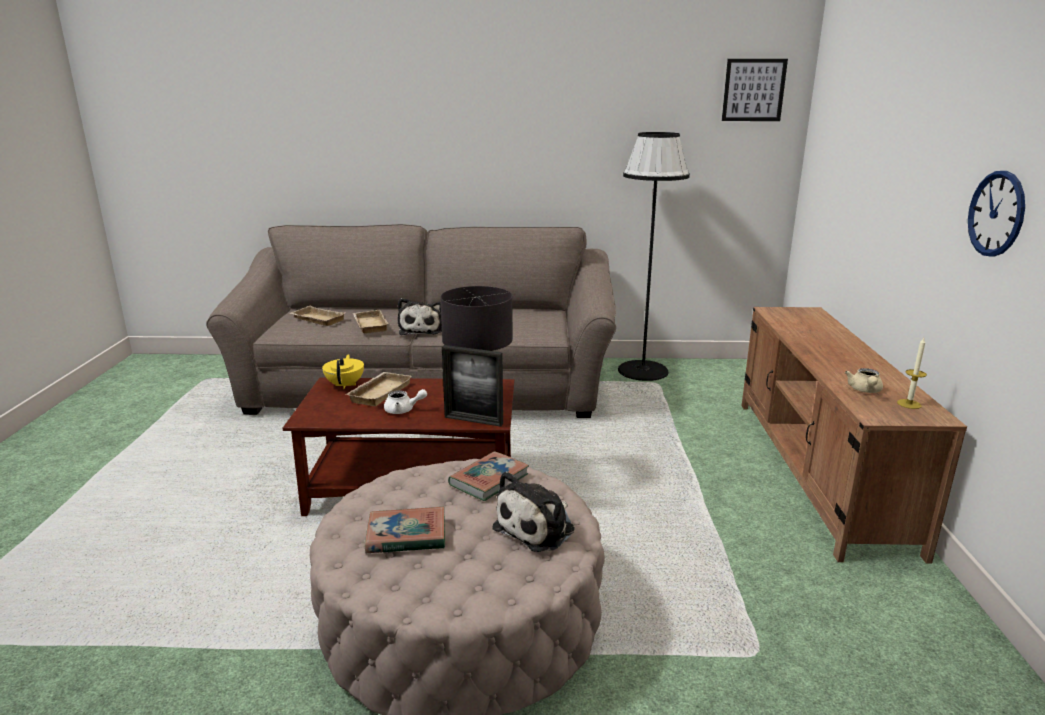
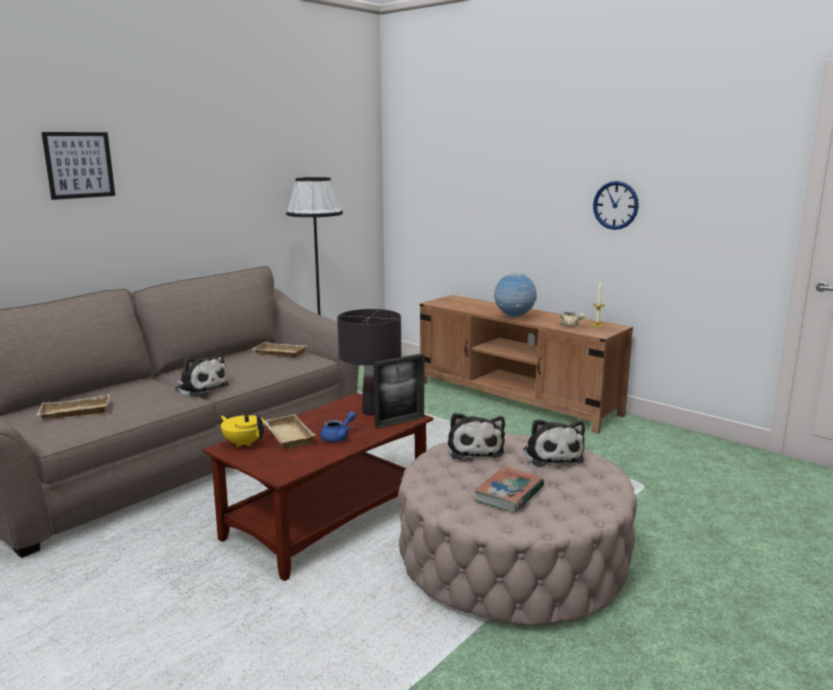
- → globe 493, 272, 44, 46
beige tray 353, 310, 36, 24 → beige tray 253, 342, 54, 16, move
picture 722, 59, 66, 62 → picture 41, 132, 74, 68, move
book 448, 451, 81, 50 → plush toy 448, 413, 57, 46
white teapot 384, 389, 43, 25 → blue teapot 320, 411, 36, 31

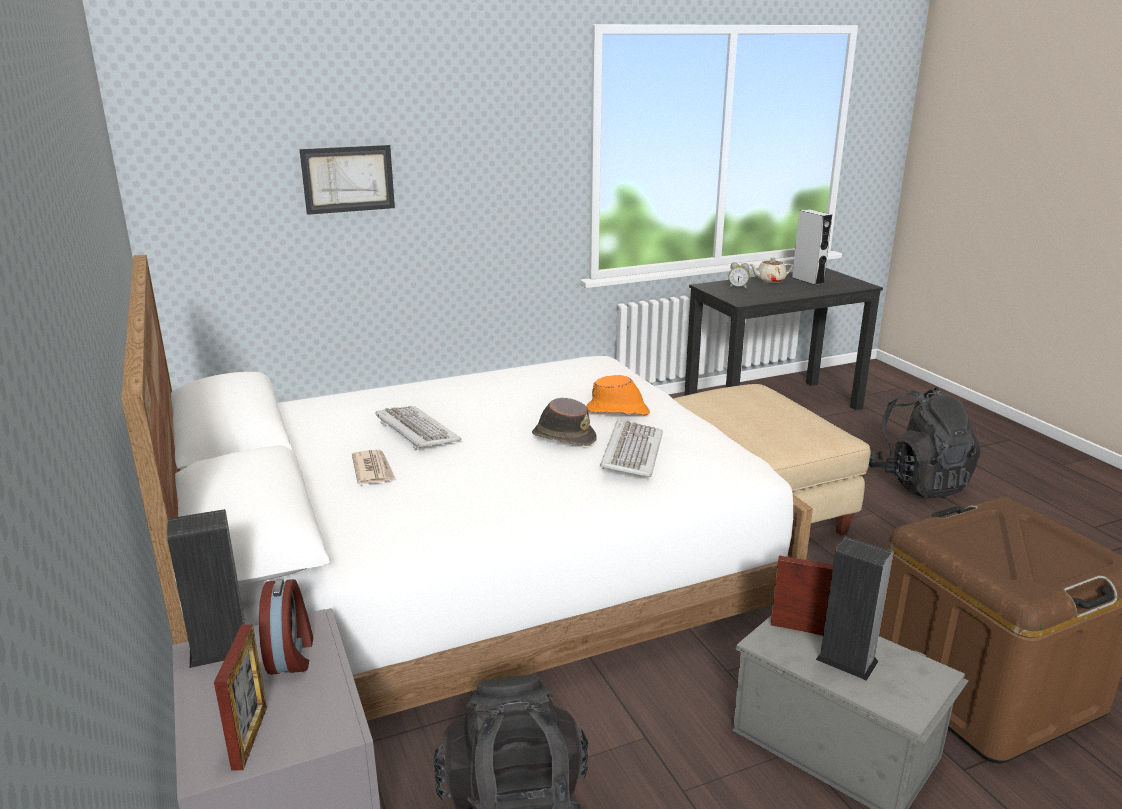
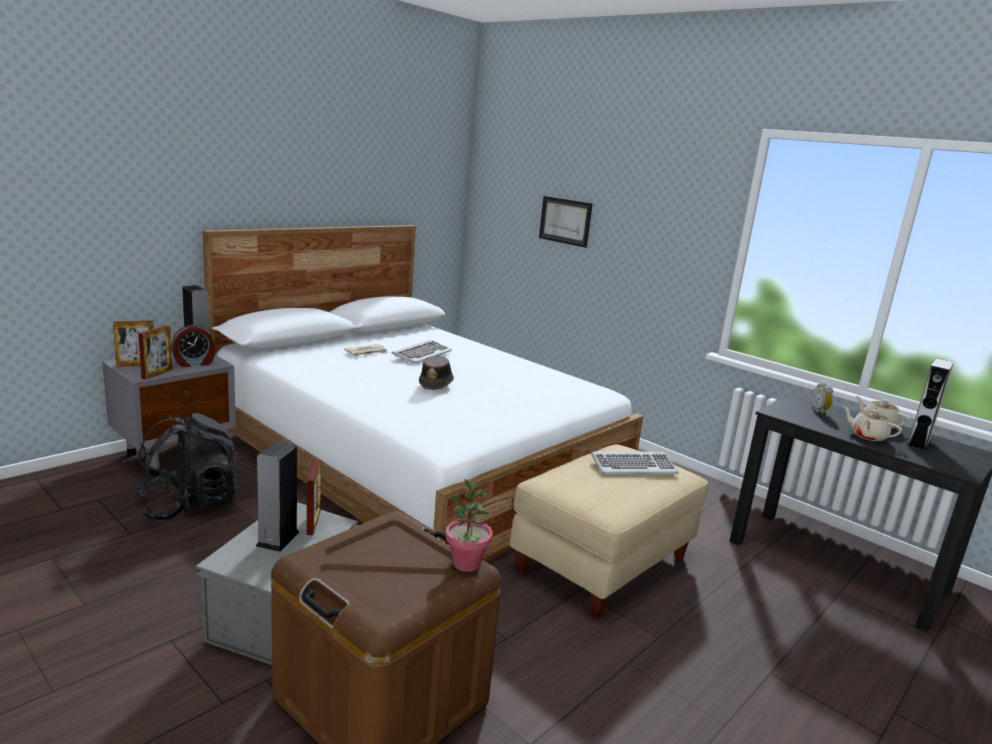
orange hat 586, 375, 64, 40 → -
black backpack 869, 387, 112, 111 → -
- → picture frame 138, 326, 35, 54
- → potted plant 446, 479, 47, 93
- → beige teapot 842, 406, 60, 35
keyboard 600, 420, 63, 57 → keyboard 591, 452, 87, 22, move

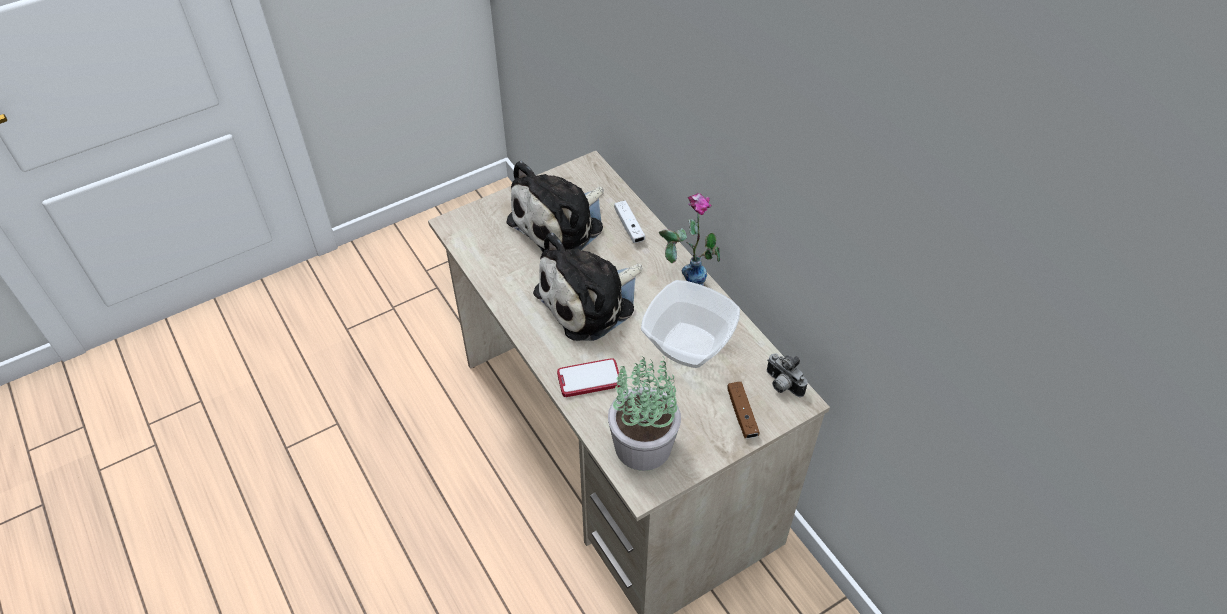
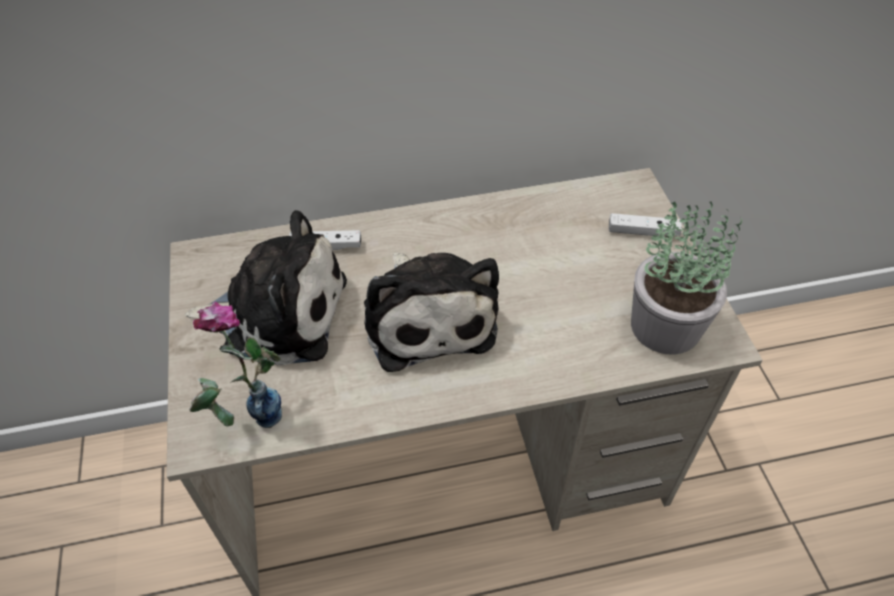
phone 557, 358, 63, 39 → -
bowl 641, 280, 99, 88 → -
photo camera 767, 353, 41, 44 → -
vase 659, 193, 61, 93 → vase 189, 301, 93, 127, move
brown game controller 727, 382, 32, 57 → white game controller 609, 213, 73, 23
plush toy 506, 161, 98, 91 → plush toy 185, 210, 162, 156, 60 degrees counterclockwise

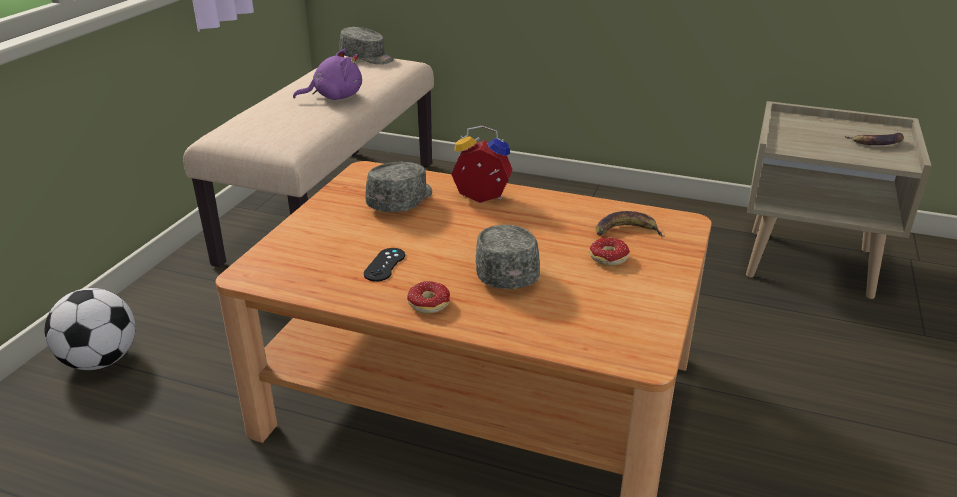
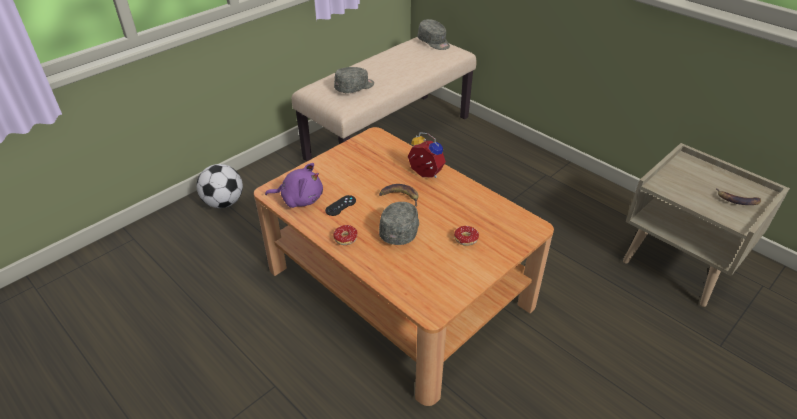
purple plush toy 293, 49, 69, 51 → purple plush toy 265, 163, 58, 45, move
grey cap 366, 162, 66, 50 → grey cap 334, 67, 40, 26, move
banana 596, 211, 69, 26 → banana 379, 184, 40, 22, move

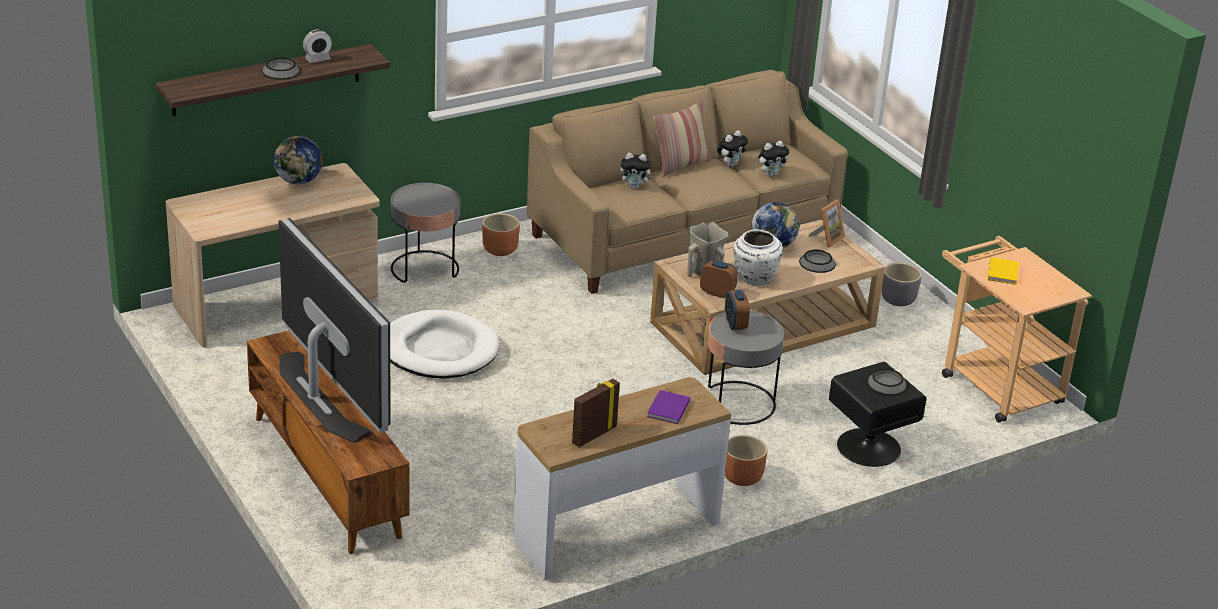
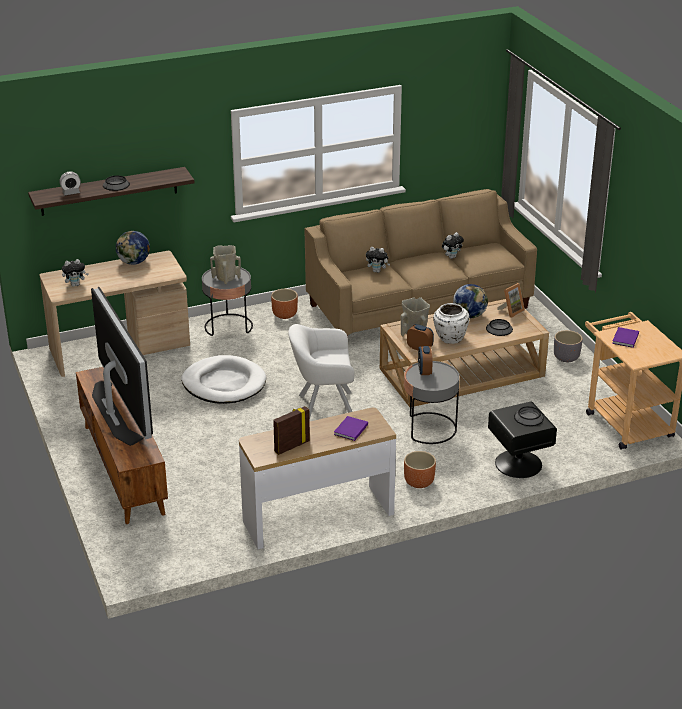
pillow 653, 101, 58, 76 → -
- → beige vase 210, 245, 31, 39
- → white armchair 288, 324, 66, 95
alarm clock 303, 29, 29, 34 → alarm clock 60, 172, 21, 23, move
plush toy 758, 141, 31, 36 → plush toy 62, 259, 27, 28, move
yellow book 987, 257, 32, 28 → purple book 612, 327, 27, 21

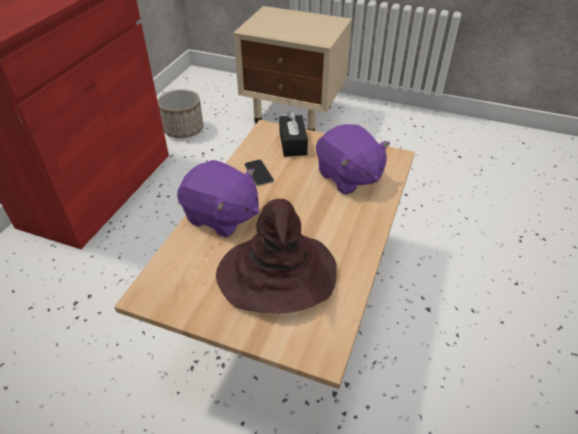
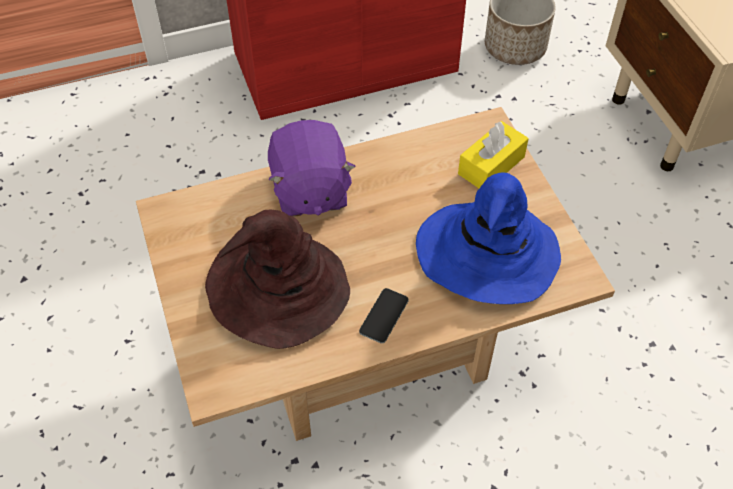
phone 245, 160, 29, 26 → phone 359, 288, 50, 55, move
purple plush toy 316, 124, 74, 71 → blue hat 416, 172, 145, 132
black tissue box 279, 110, 29, 47 → yellow tissue box 458, 121, 71, 67

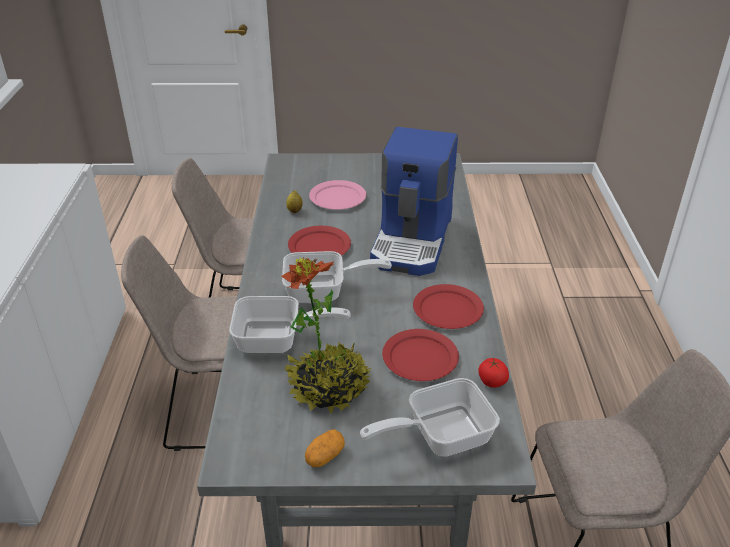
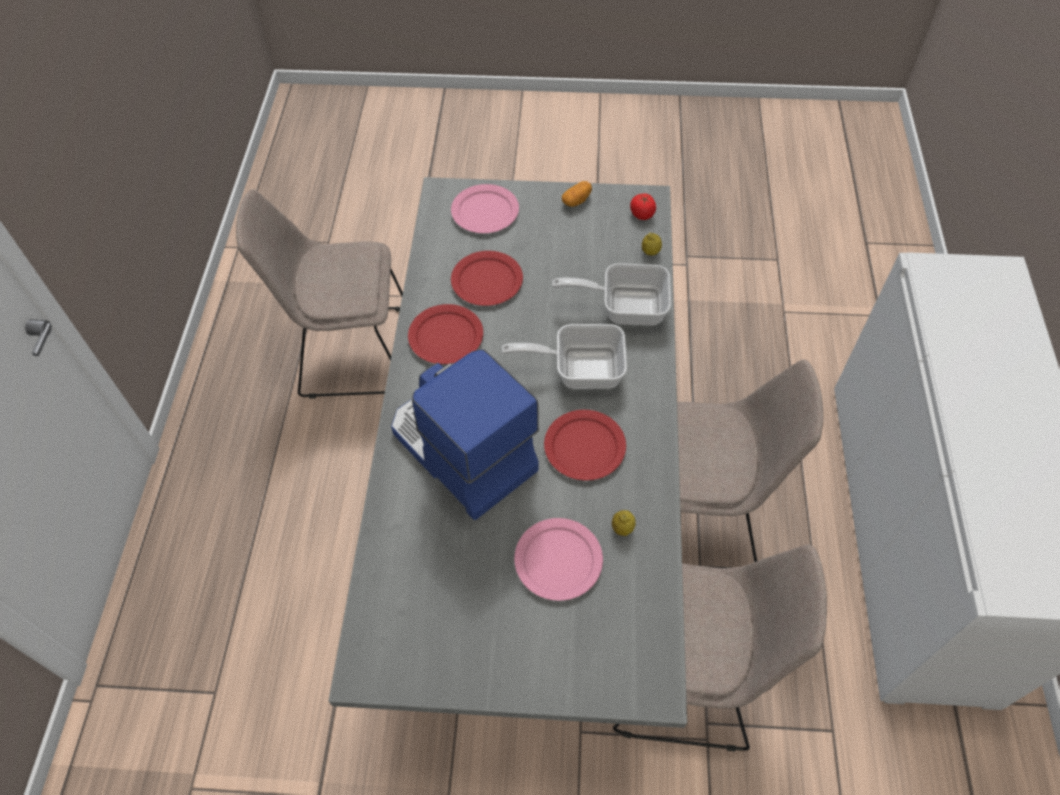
potted plant 281, 258, 92, 155 → -
- → lemon 642, 233, 20, 23
tomato 478, 357, 31, 31 → tomato 630, 193, 26, 27, move
frying pan 360, 378, 140, 79 → pink plate 451, 184, 68, 49
coffee machine 370, 127, 88, 149 → coffee machine 391, 349, 148, 171, 60 degrees counterclockwise

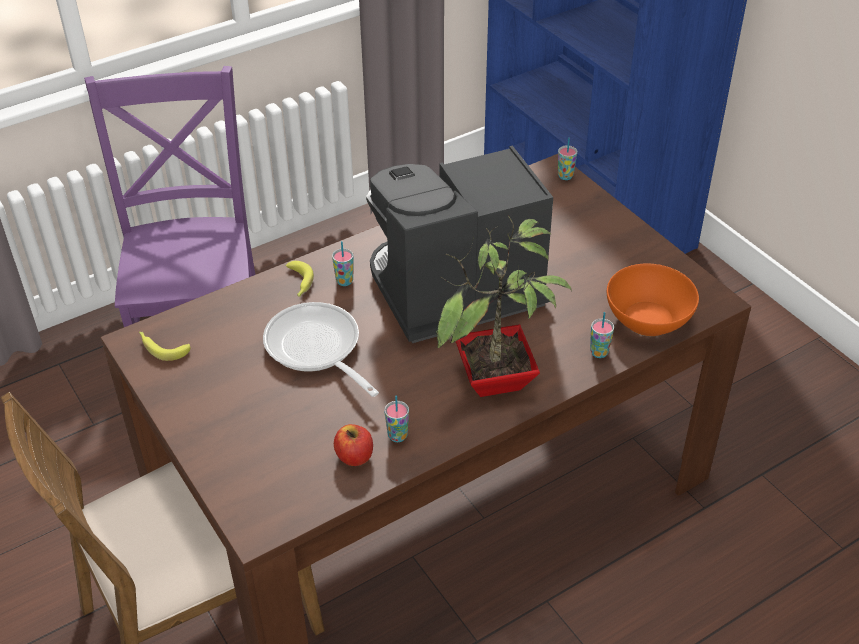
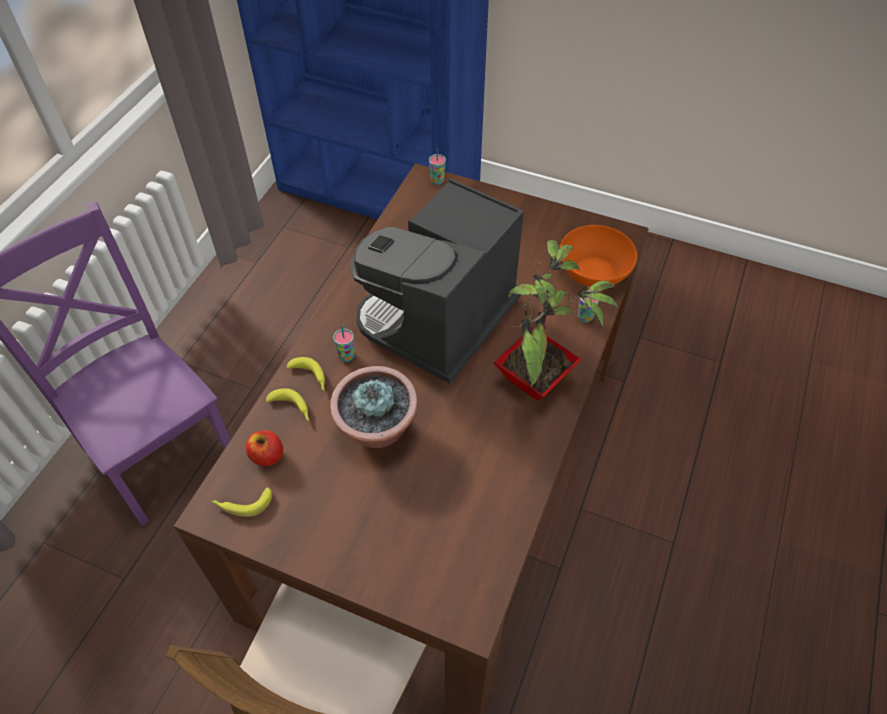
cup 384, 395, 25, 47 → -
- → banana 266, 388, 44, 33
apple 334, 424, 39, 42 → apple 246, 430, 37, 36, move
frying pan 263, 302, 116, 95 → potted plant 331, 366, 87, 82

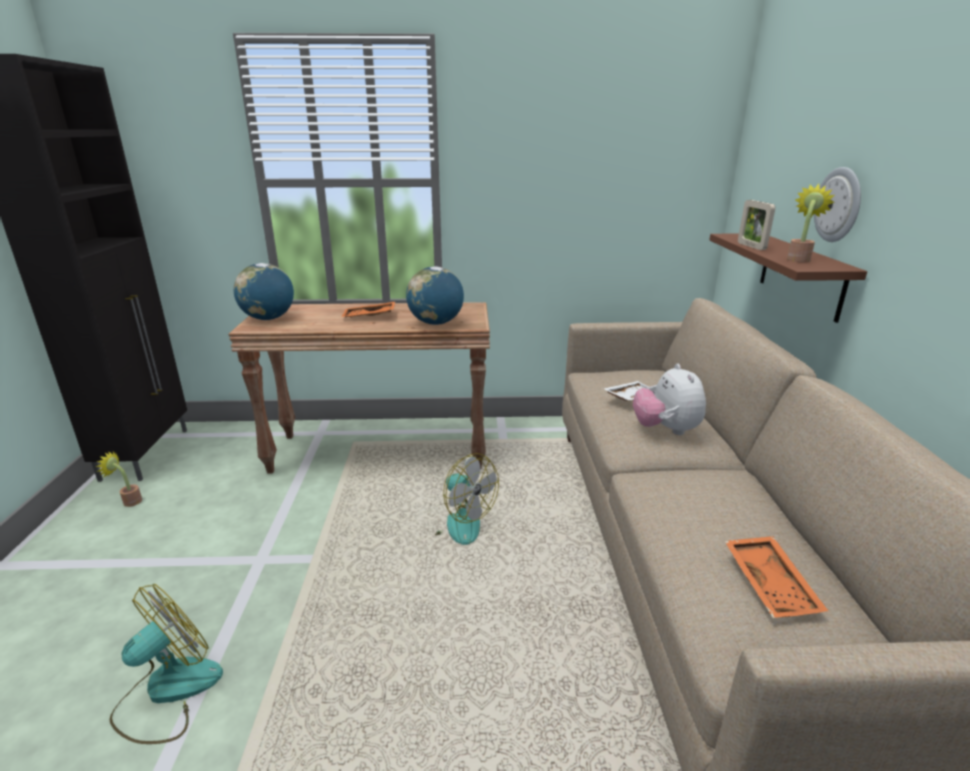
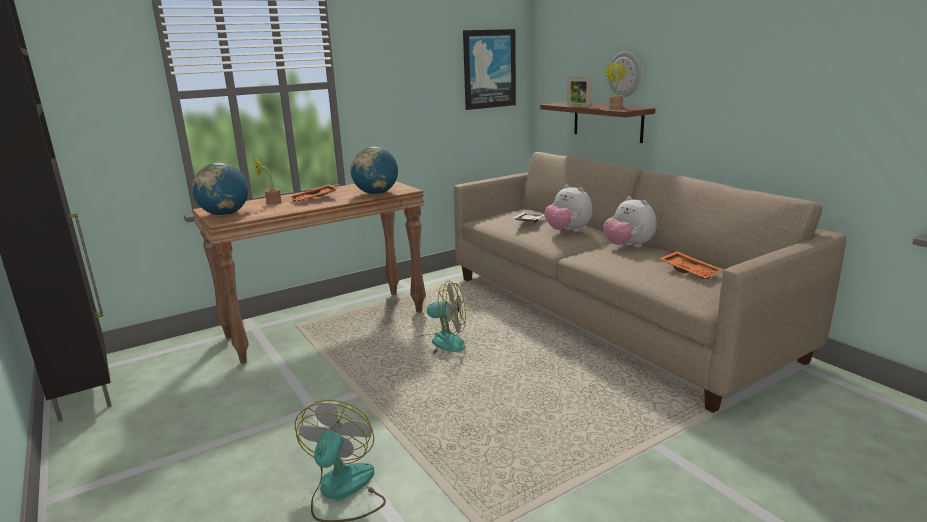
- → picture 463, 29, 53, 81
- → plush toy 603, 196, 54, 52
potted plant 95, 451, 47, 56 → potted plant 253, 158, 28, 47, move

